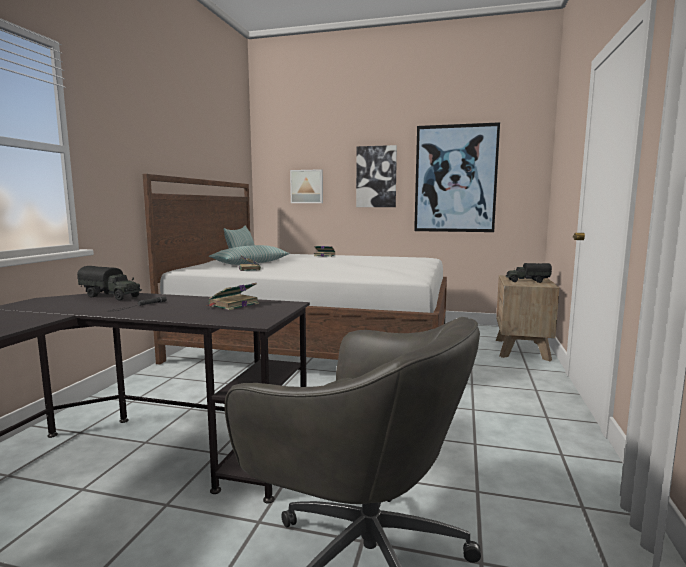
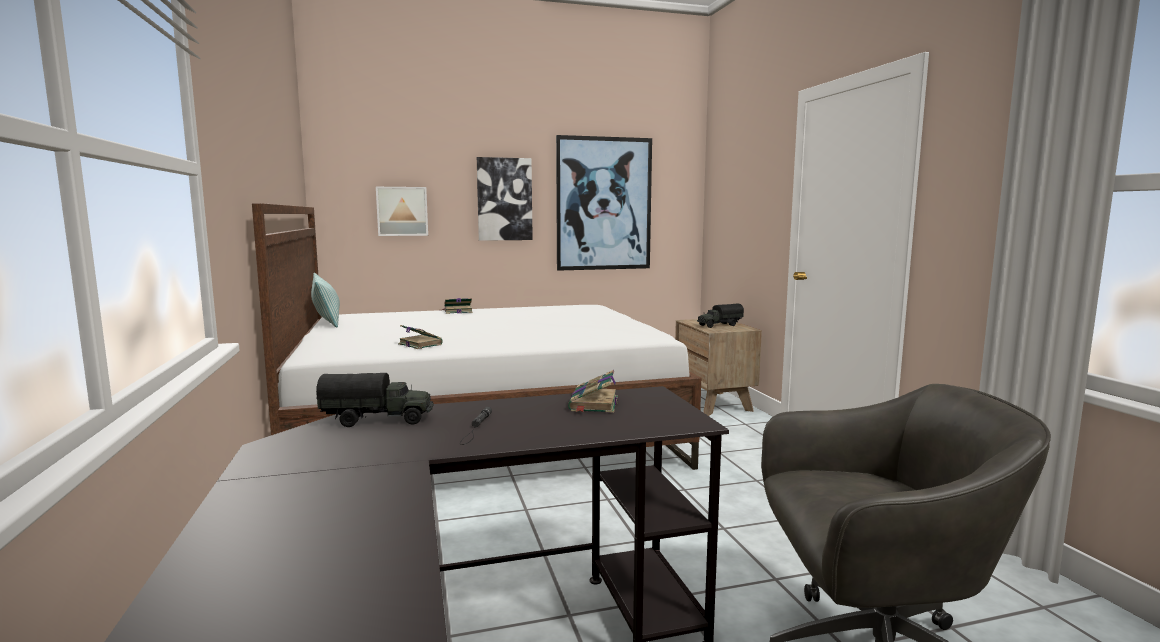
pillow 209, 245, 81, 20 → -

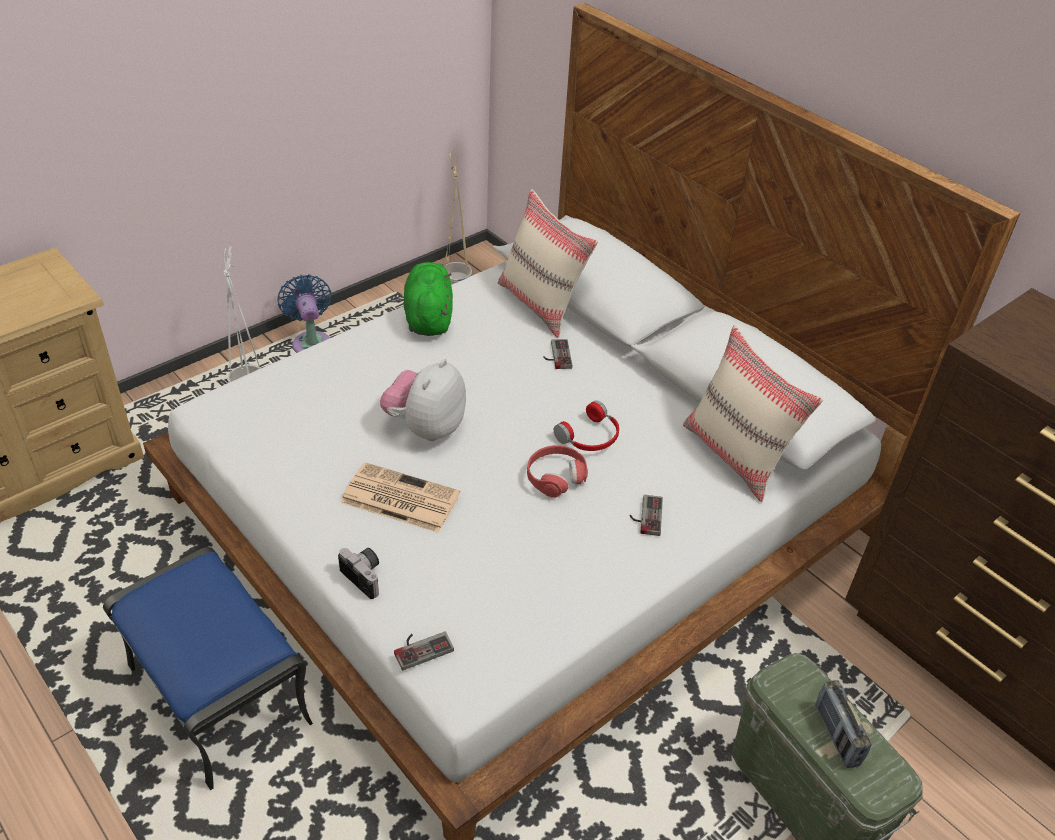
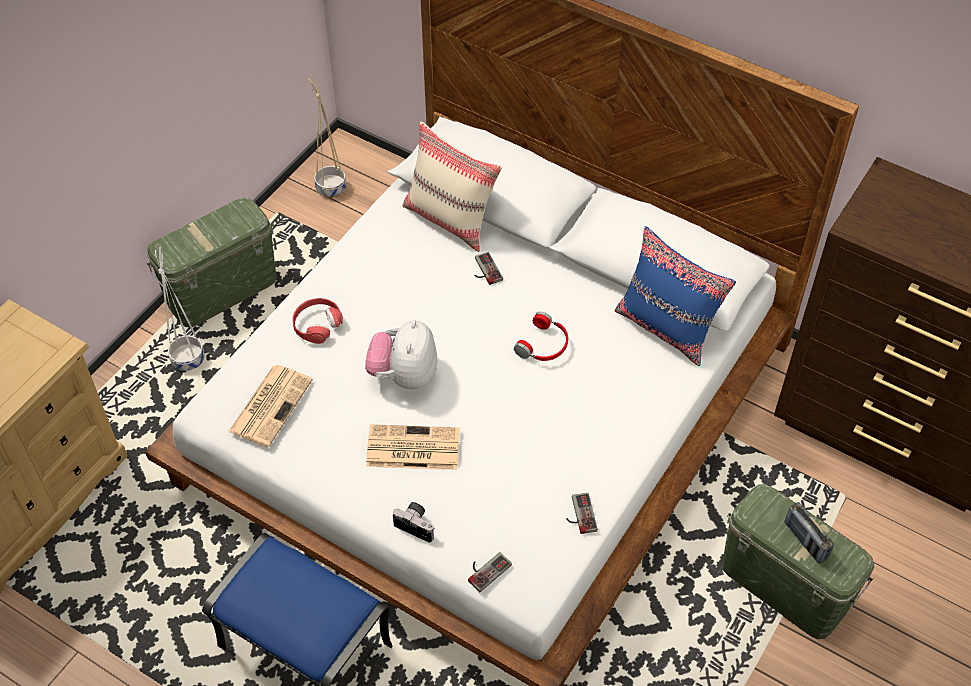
green plush toy 404, 262, 49, 74 → -
- → newspaper 228, 365, 85, 82
red headphones 527, 445, 61, 53 → red headphones 293, 298, 50, 46, move
game controller 630, 495, 33, 41 → game controller 566, 493, 32, 41, move
blue fan 278, 274, 53, 79 → green storage box 147, 198, 129, 129
beige pillow 683, 325, 140, 177 → blue pillow 615, 226, 121, 140

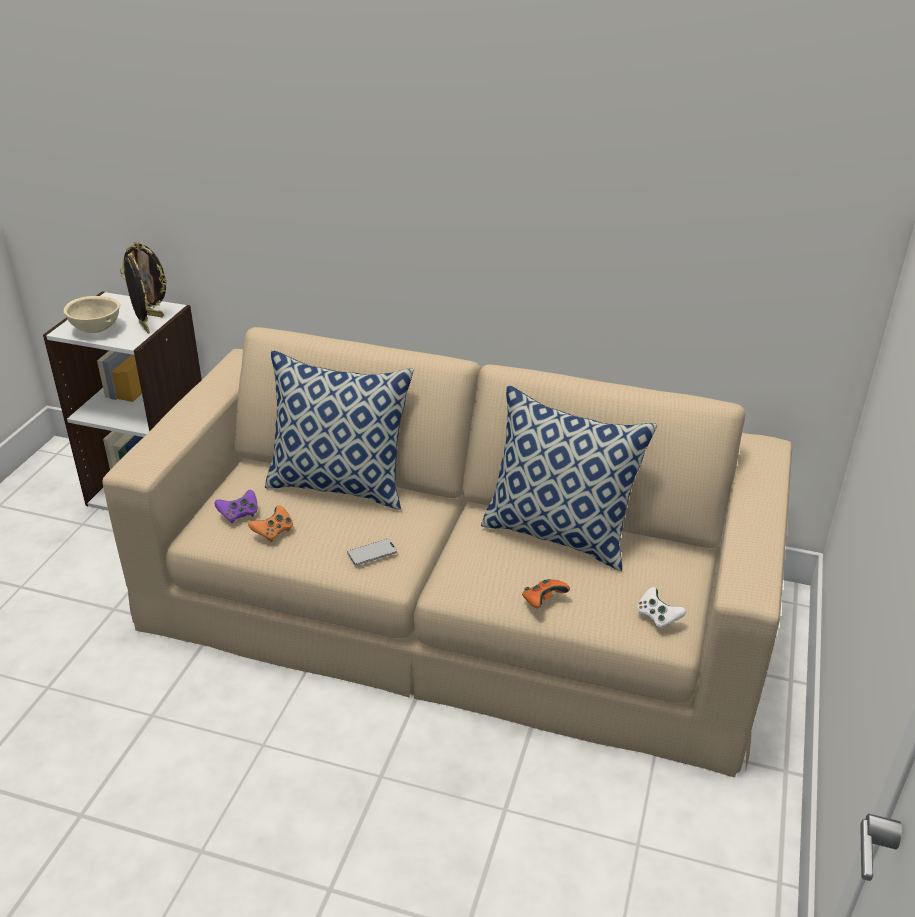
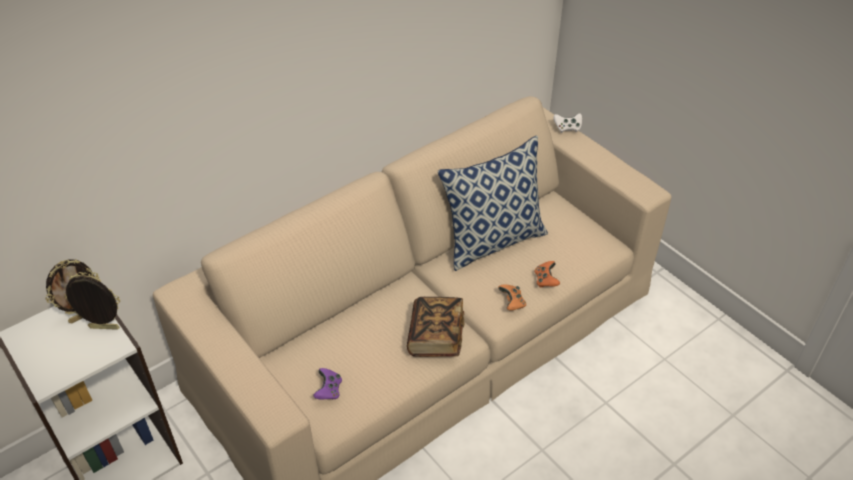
beige bowl 63, 296, 57, 37 → -
pillow 265, 350, 148, 160 → -
orange game controller 248, 505, 45, 37 → orange game controller 498, 284, 28, 27, move
white game controller 637, 587, 49, 42 → white game controller 553, 113, 29, 20, move
phone 347, 539, 50, 26 → book 407, 297, 58, 60

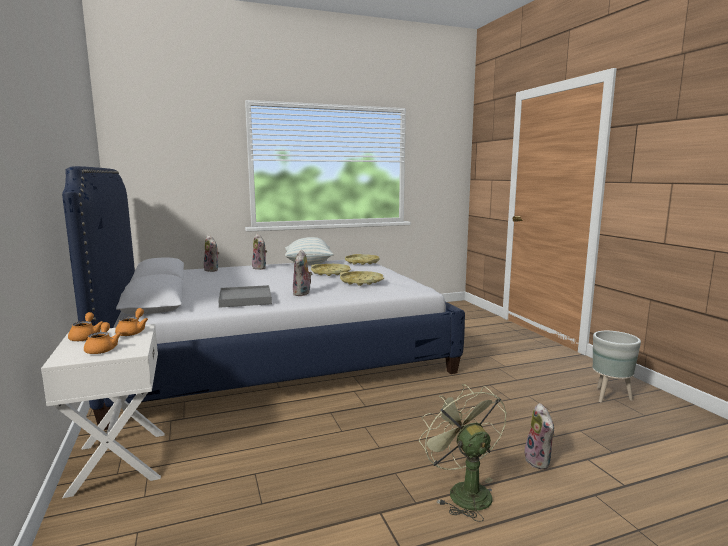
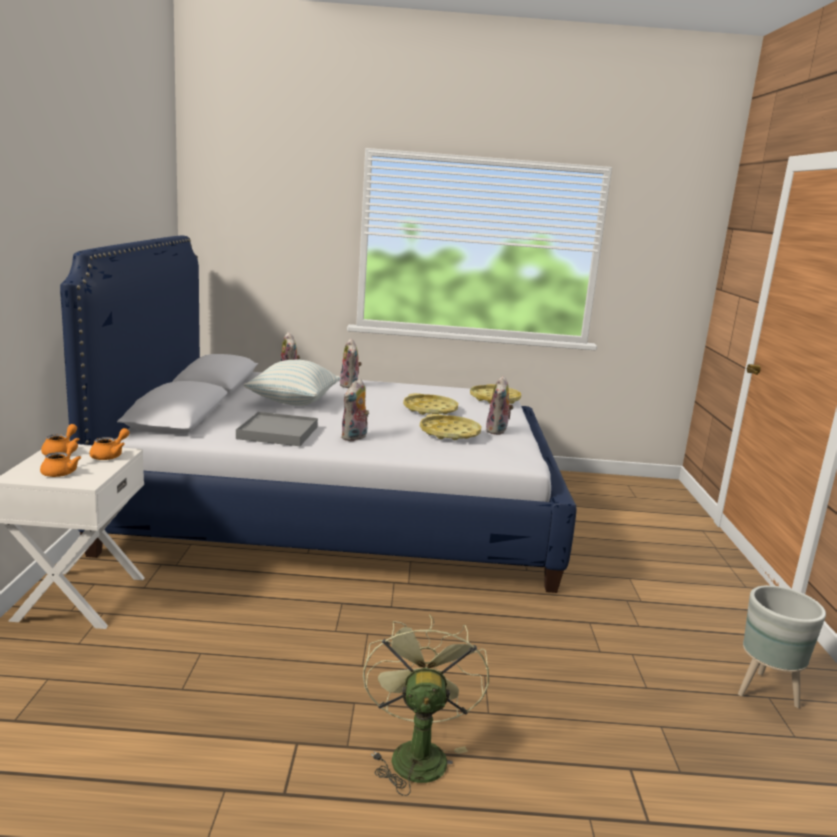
pillow 285, 237, 49, 28 → pillow 244, 360, 97, 46, move
plush toy 524, 403, 31, 67 → plush toy 486, 376, 28, 59, move

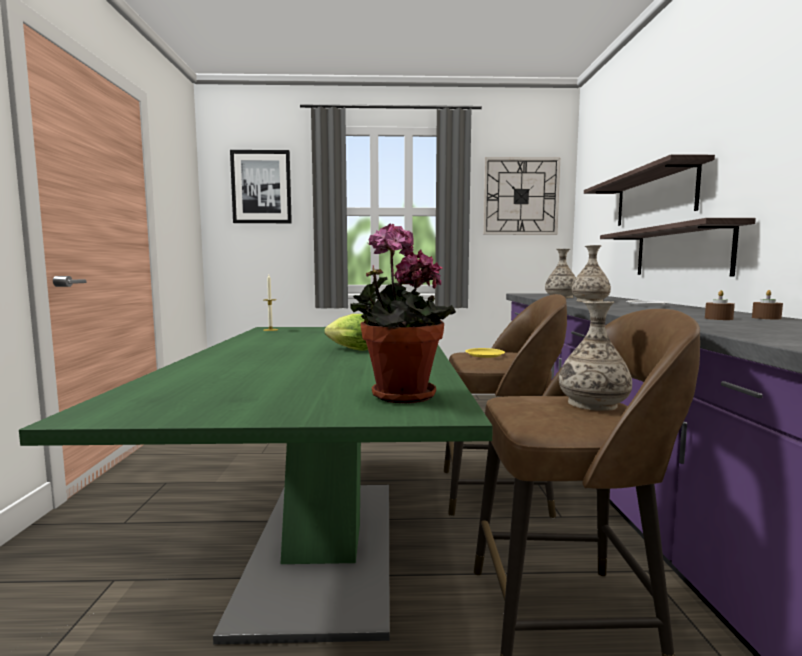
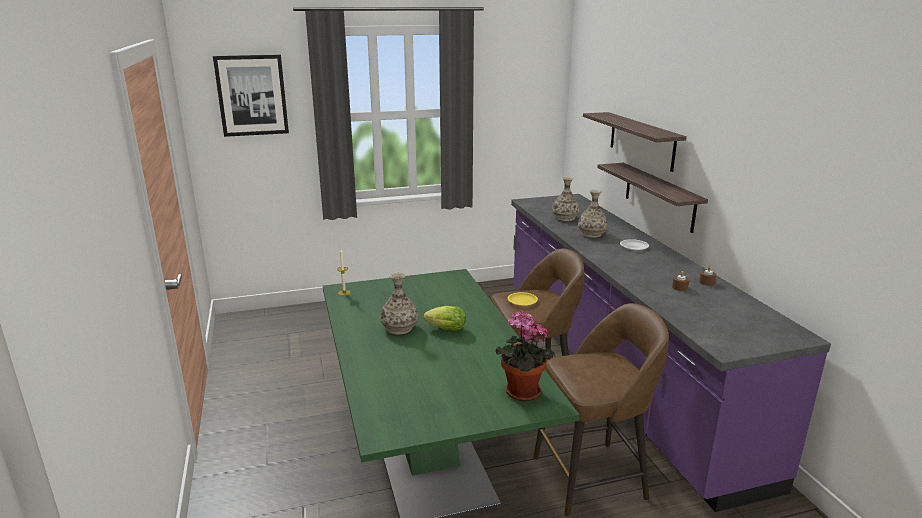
wall clock 483, 157, 77, 78 → -
vase 559, 301, 73, 110 → vase 380, 272, 38, 63, move

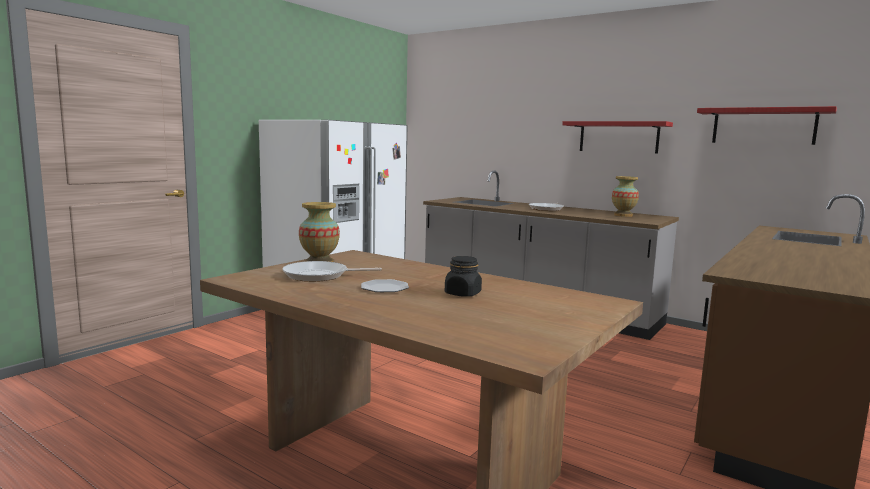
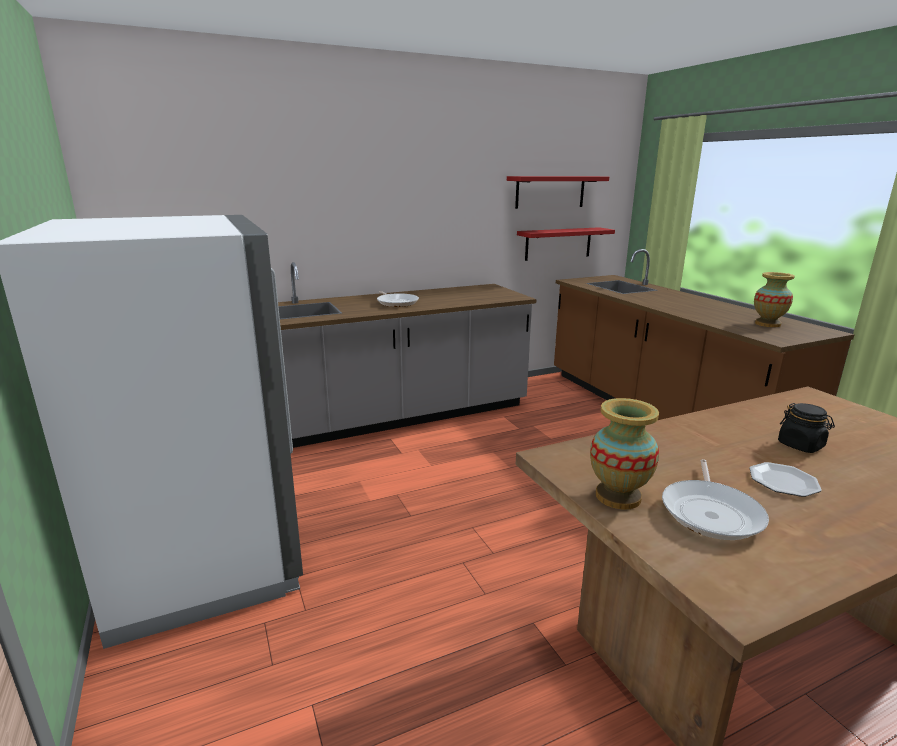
red shelf 562, 121, 111, 33 → red shelf 517, 227, 98, 34, move
vase 612, 176, 27, 41 → vase 754, 272, 41, 55, move

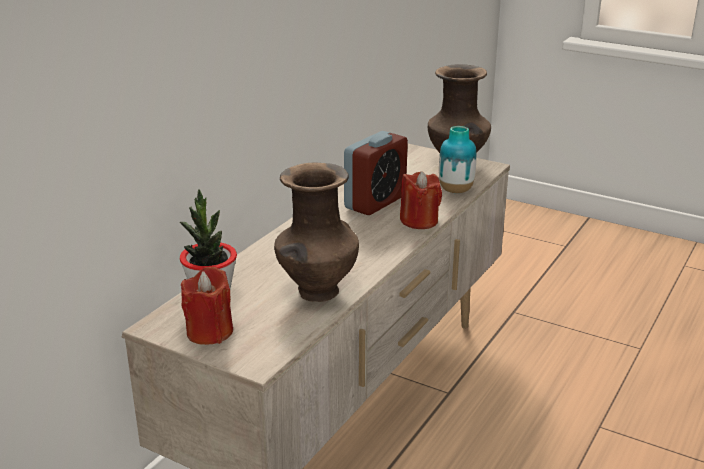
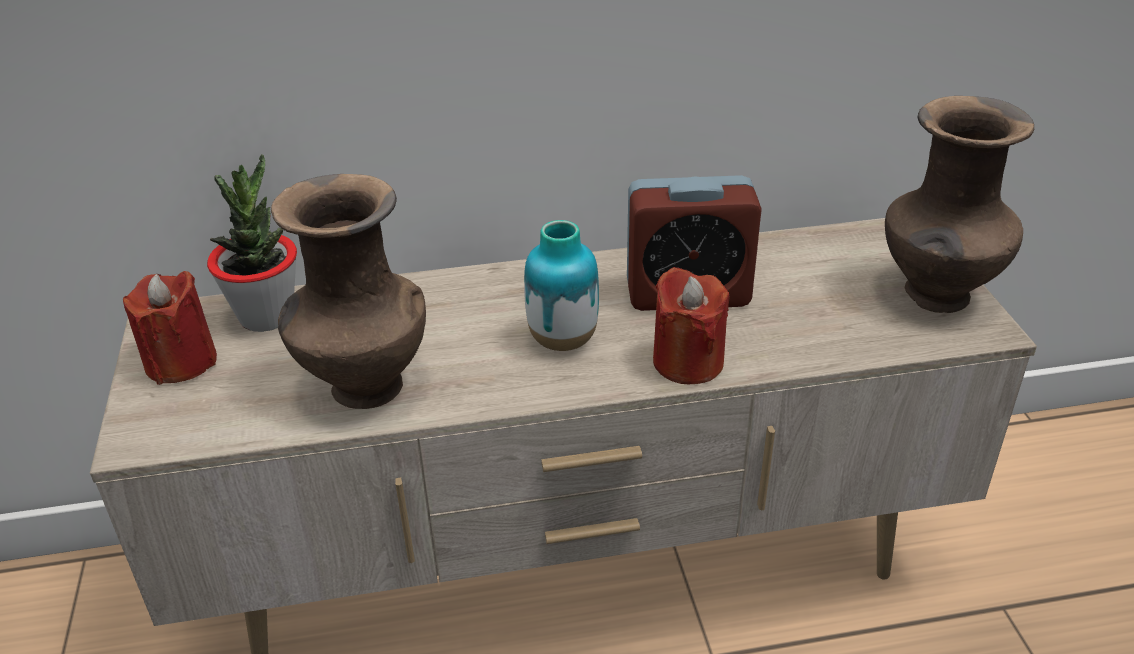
vase 439, 126, 37, 67 → vase 524, 220, 75, 131, move

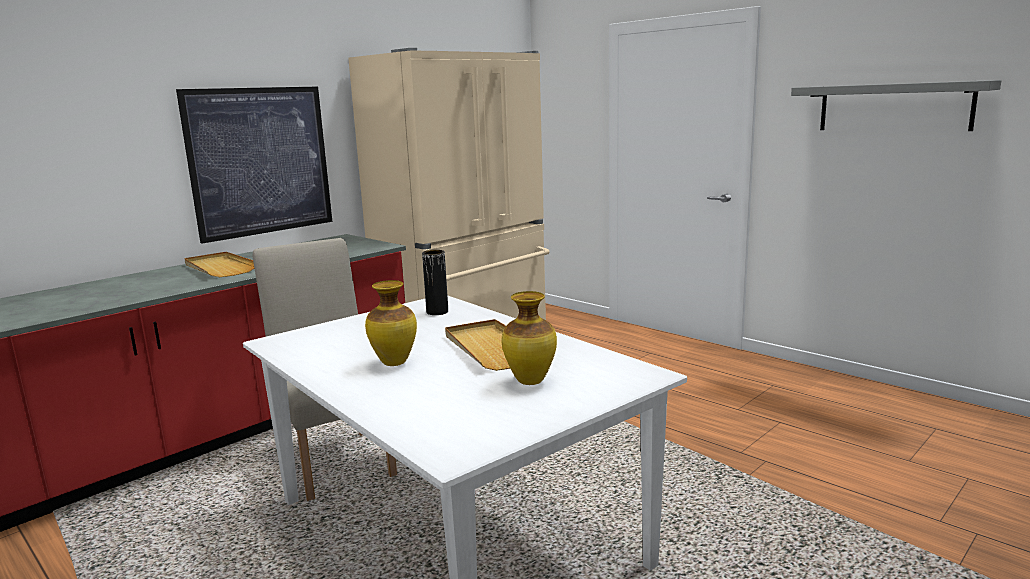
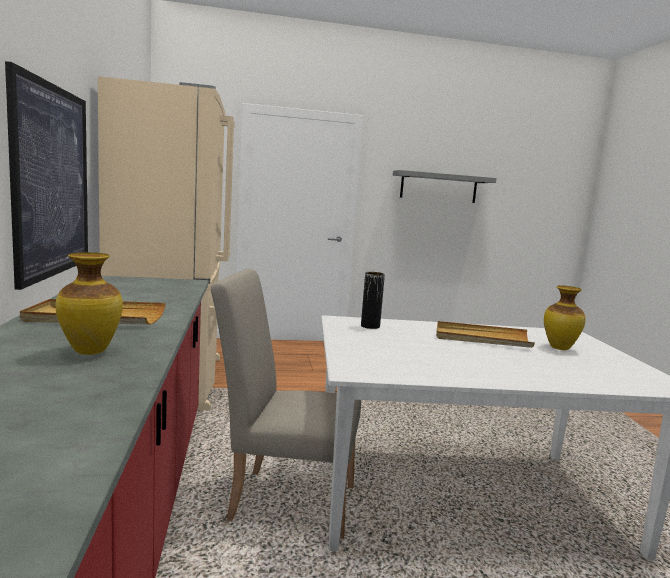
vase 365, 280, 52, 86 → vase 55, 252, 68, 103, move

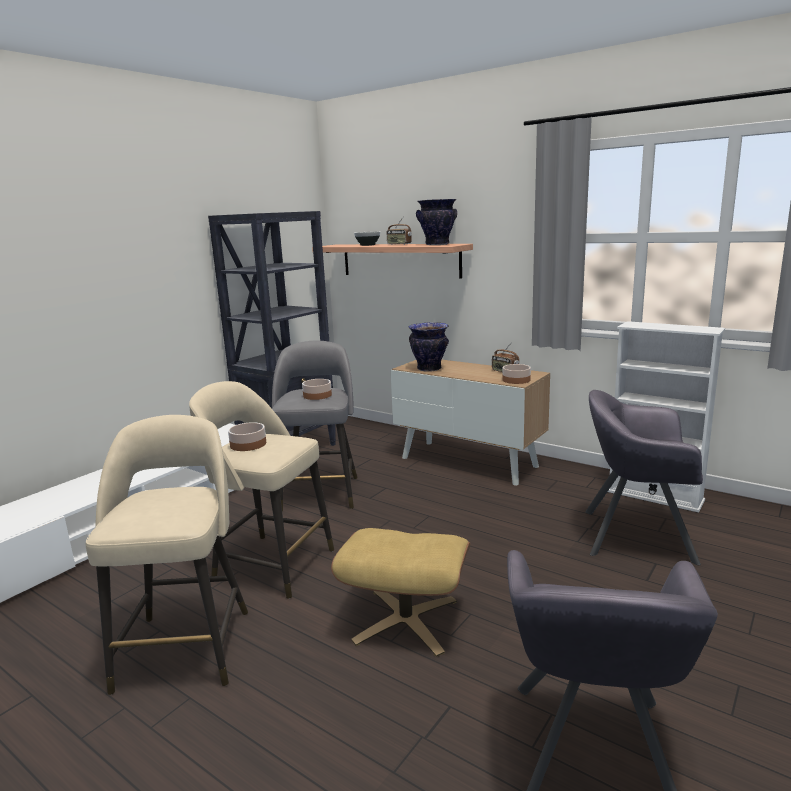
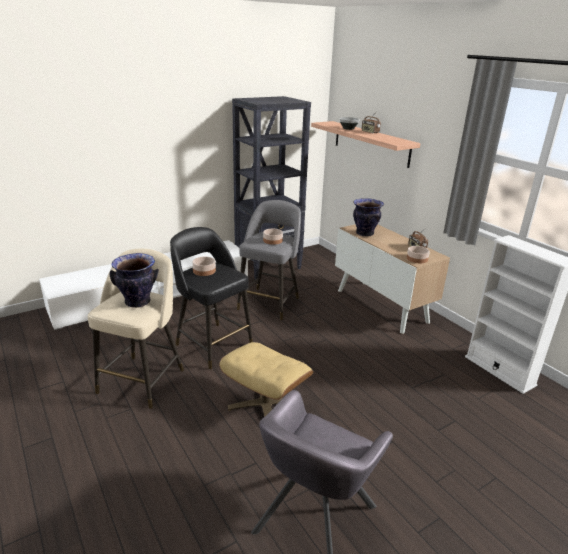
grey armchair 585, 390, 118, 175 → -
vase 416, 199, 41, 46 → vase 110, 253, 49, 55, move
beige stool 189, 381, 145, 218 → black stool 170, 227, 83, 142

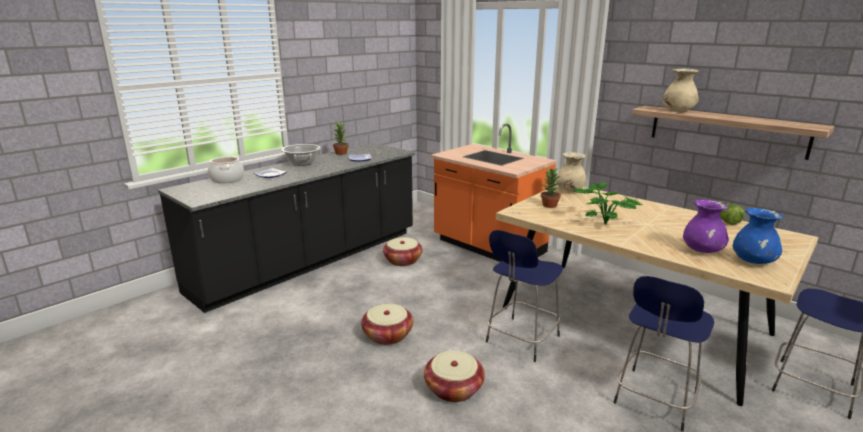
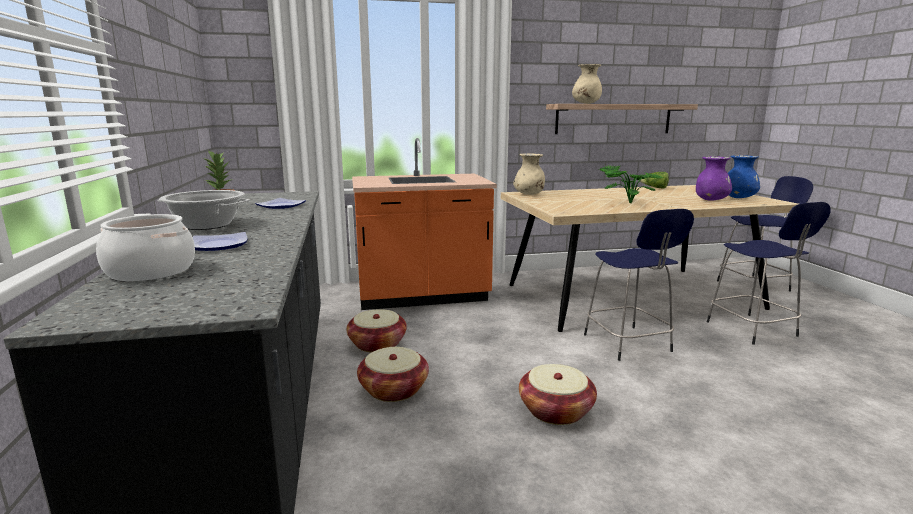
potted plant 541, 168, 20, 40 → -
basket 424, 351, 61, 51 → basket 357, 347, 72, 55, move

